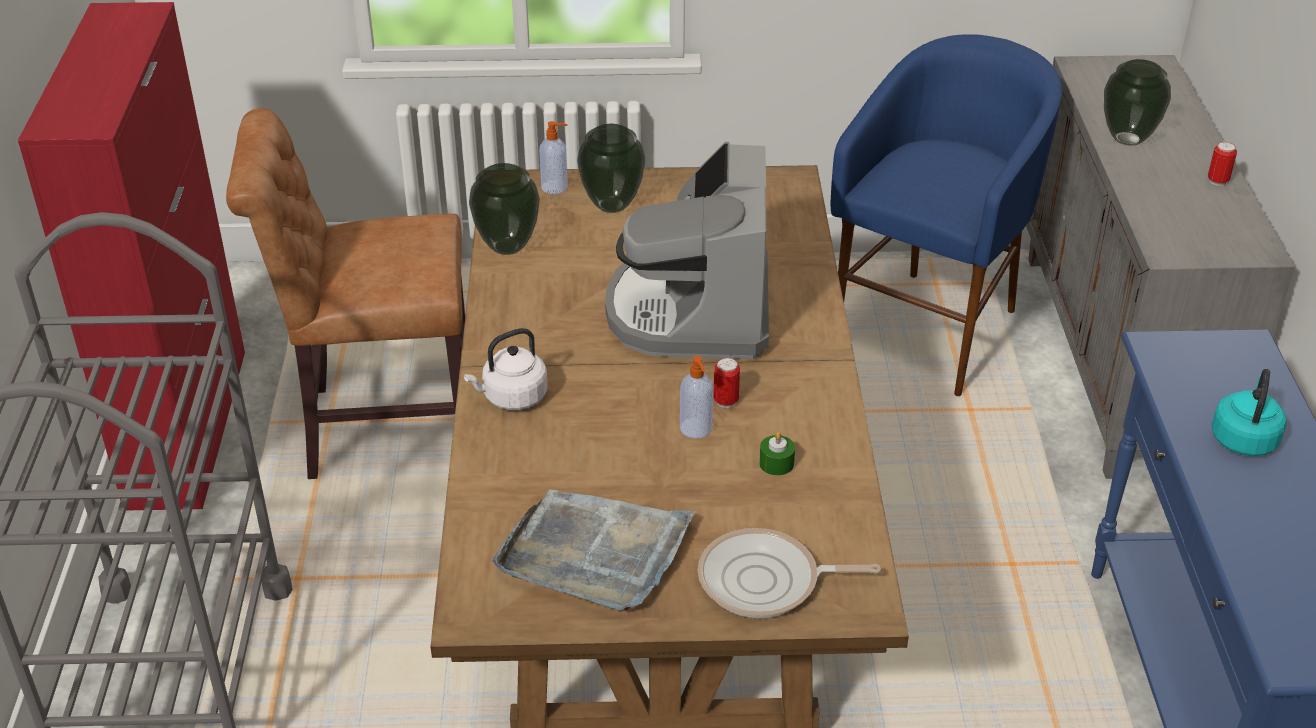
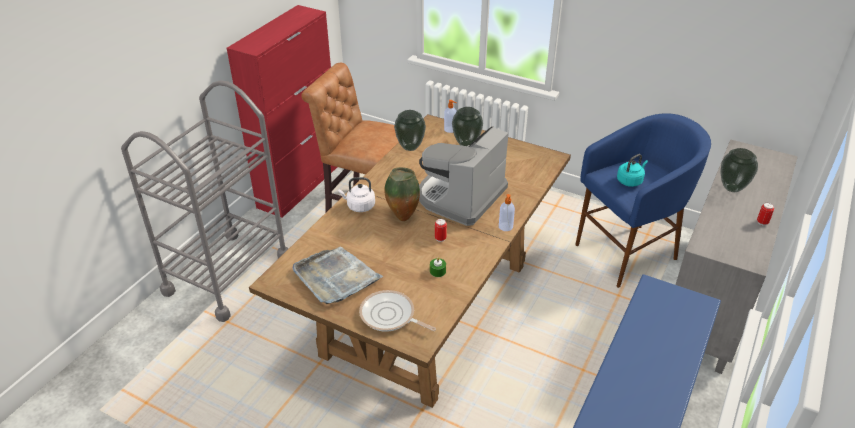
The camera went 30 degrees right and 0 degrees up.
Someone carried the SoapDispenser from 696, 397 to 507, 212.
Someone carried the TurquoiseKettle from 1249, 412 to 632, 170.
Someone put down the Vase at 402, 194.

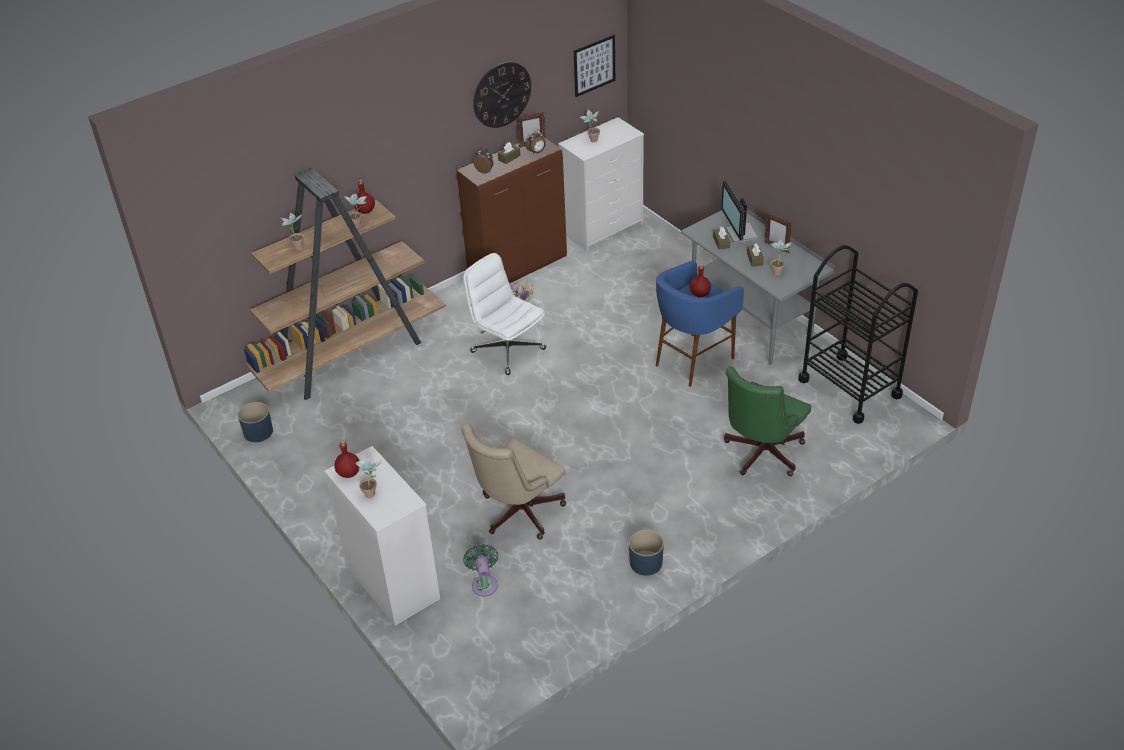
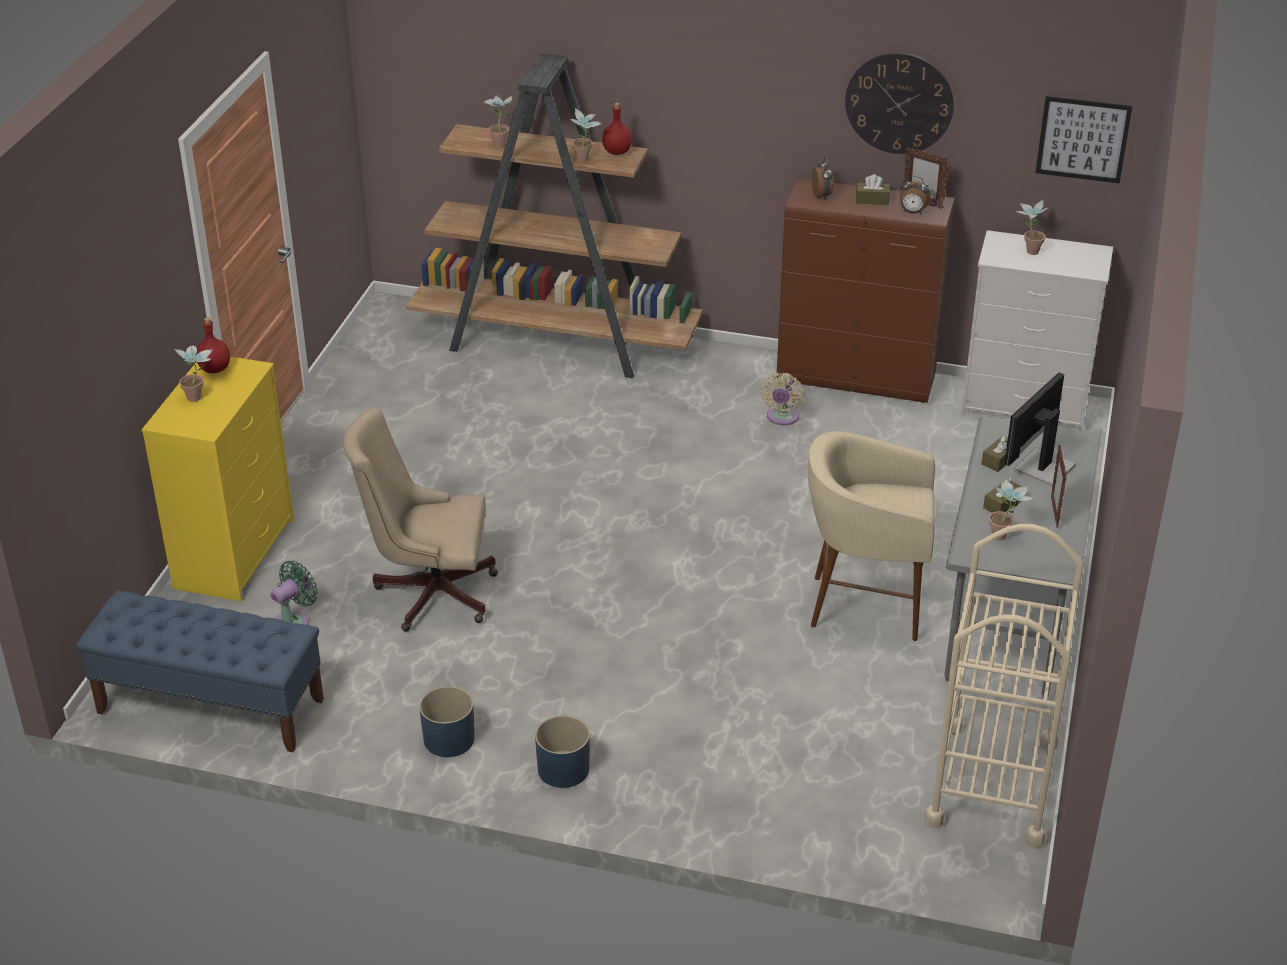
The camera went 50 degrees right and 5 degrees down.
Someone carried the BluePlanter from 255, 422 to 562, 751.
Someone repainted the WhiteDresser at 382, 536, which became the YellowDresser at 218, 479.
Someone took away the WhiteOfficeChair at 504, 314.
Someone repainted the BlueStool at 700, 324, which became the BeigeStool at 871, 536.
Someone took away the RedBottle at 700, 280.
Someone took away the GreenOfficeChair at 767, 421.
Someone repainted the BlackCart at 858, 334, which became the BeigeCart at 1004, 686.
Someone put down the BlueBench at 200, 671.

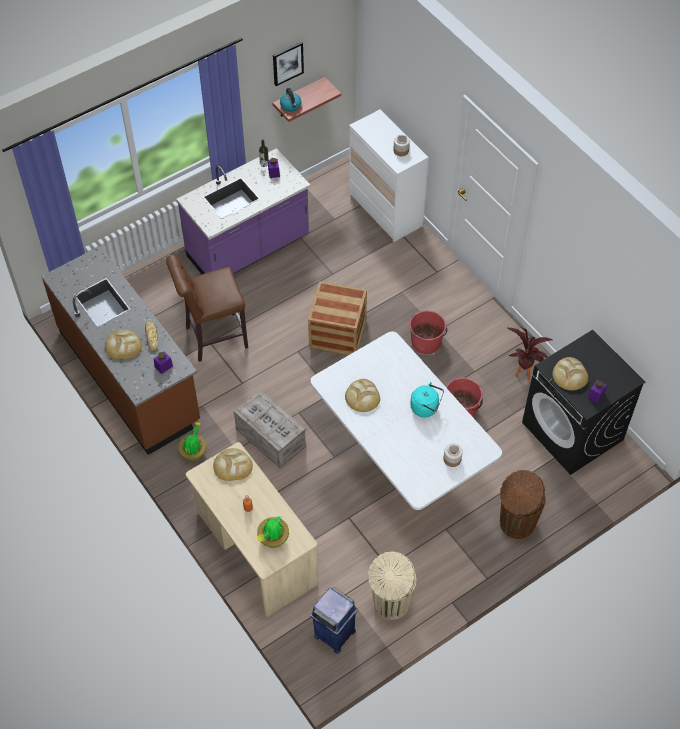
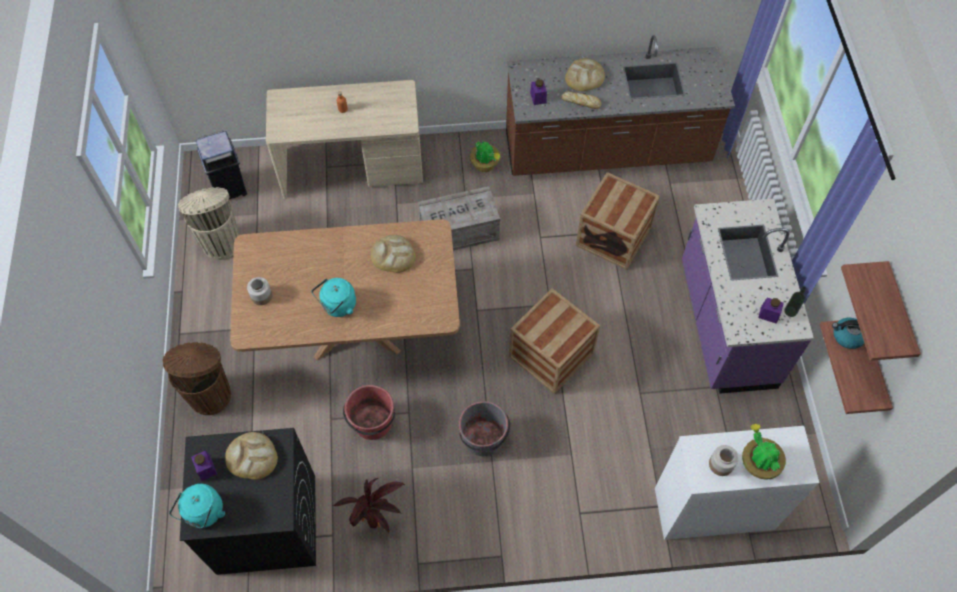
The camera went 120 degrees right and 5 degrees up.
Someone swapped the BrownStool at 207, 308 for the Crate at 618, 221.
Someone took away the Bread at 233, 464.
Someone carried the PottedPlant from 273, 532 to 764, 452.
Someone swapped the Picture at 288, 63 for the Shelf at 881, 311.
Someone repainted the WhiteDiningTable at 406, 420, which became the BrownDiningTable at 345, 289.
Someone repainted the RedBucket at 428, 332, which became the GreyBucket at 484, 428.
Someone put down the TurquoiseKettle at 197, 506.

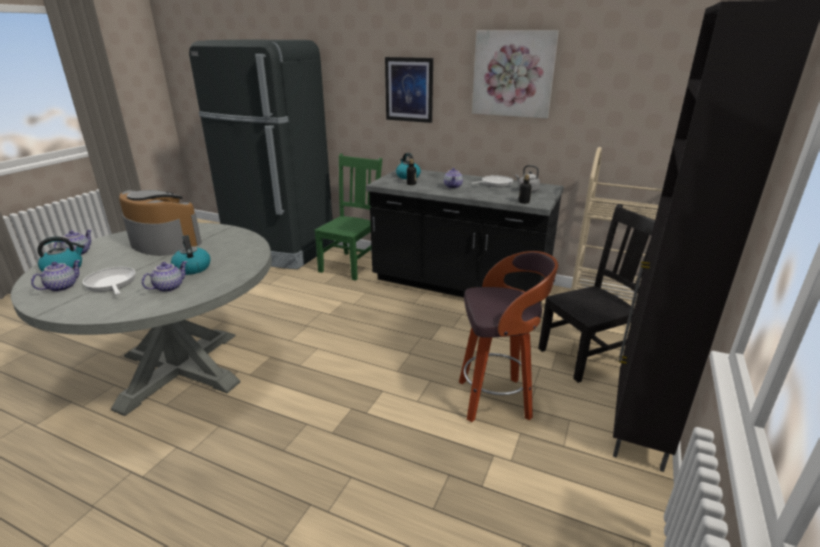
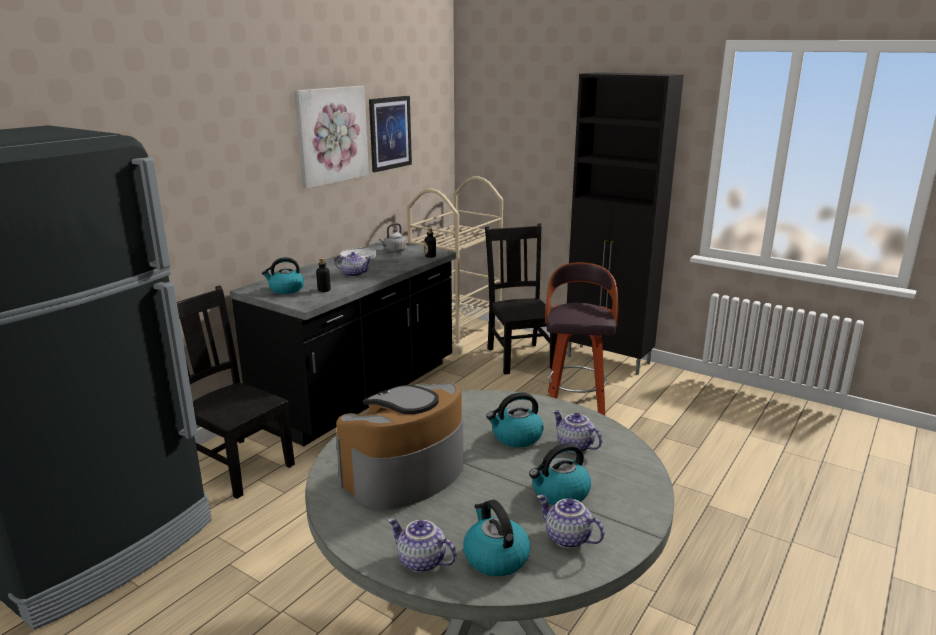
The camera went 80 degrees left and 5 degrees down.
Someone swapped the FryingPan at 109, 281 for the Kettle at 560, 474.
Someone repainted the GreenChair at 348, 217, which became the BlackChair at 236, 392.
Someone carried the Picture from 409, 90 to 390, 134.

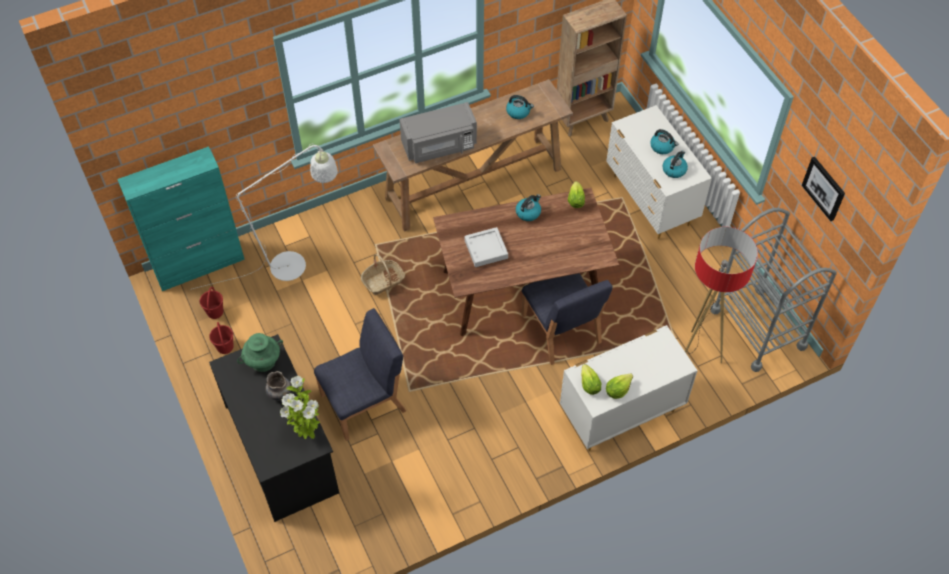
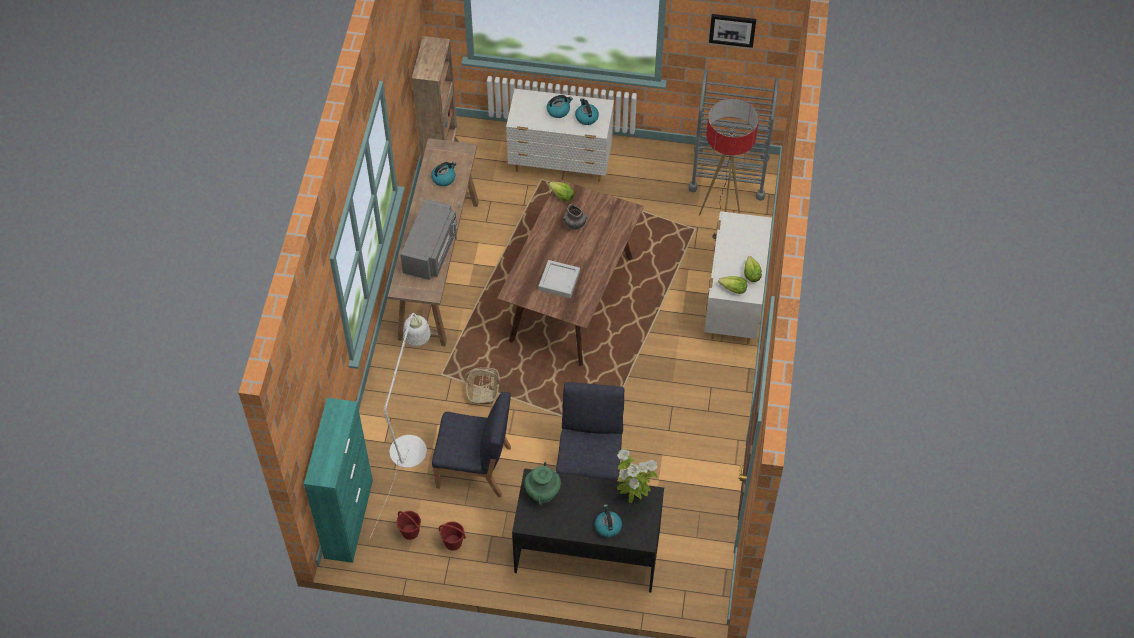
The camera went 55 degrees left and 0 degrees up.
Someone carried the GreyVase from 278, 386 to 575, 217.
Someone carried the Kettle from 528, 207 to 608, 520.
Someone carried the BlueChair from 567, 319 to 471, 444.

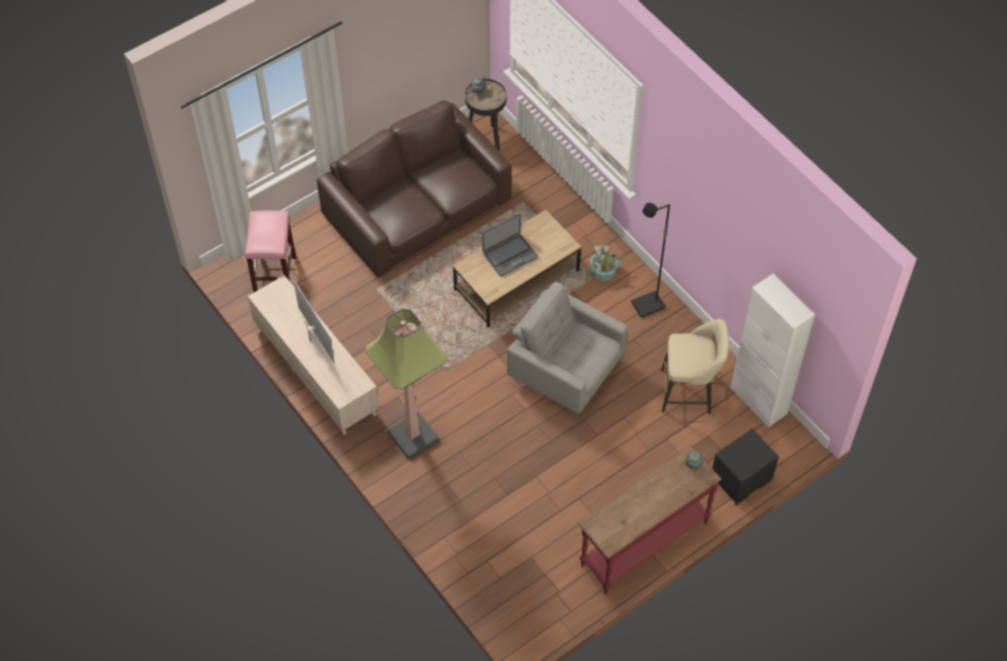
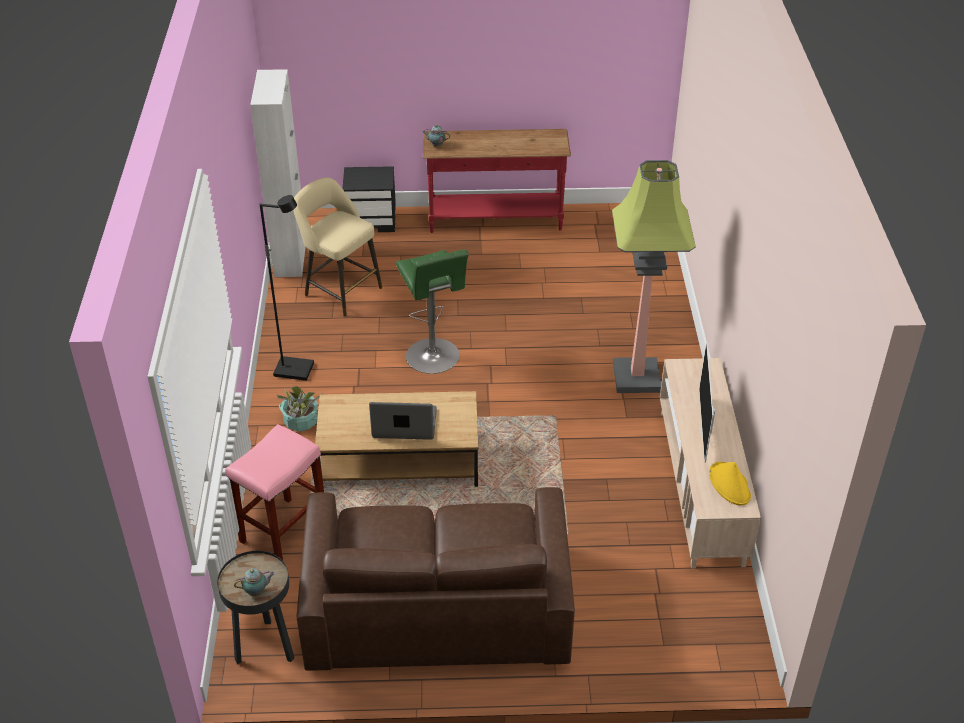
The camera went 145 degrees left and 15 degrees down.
Someone carried the PinkStool from 270, 251 to 274, 492.
Someone swapped the GreyArmchair at 567, 348 for the GreenStool at 432, 311.
Someone put down the YellowHat at 730, 483.

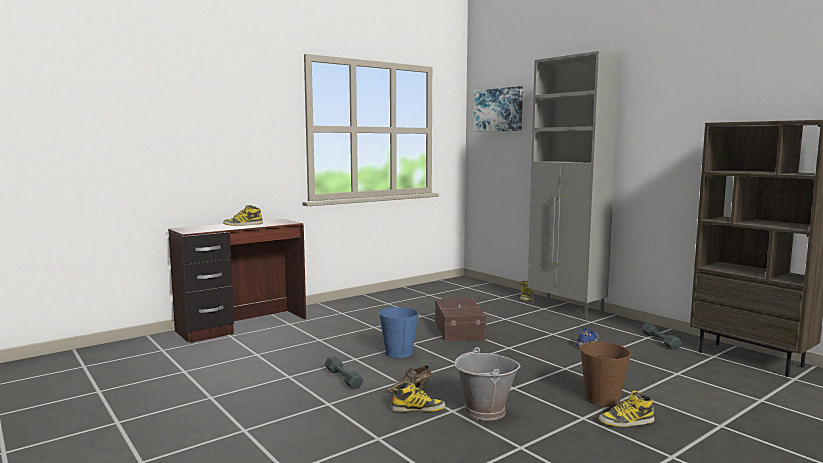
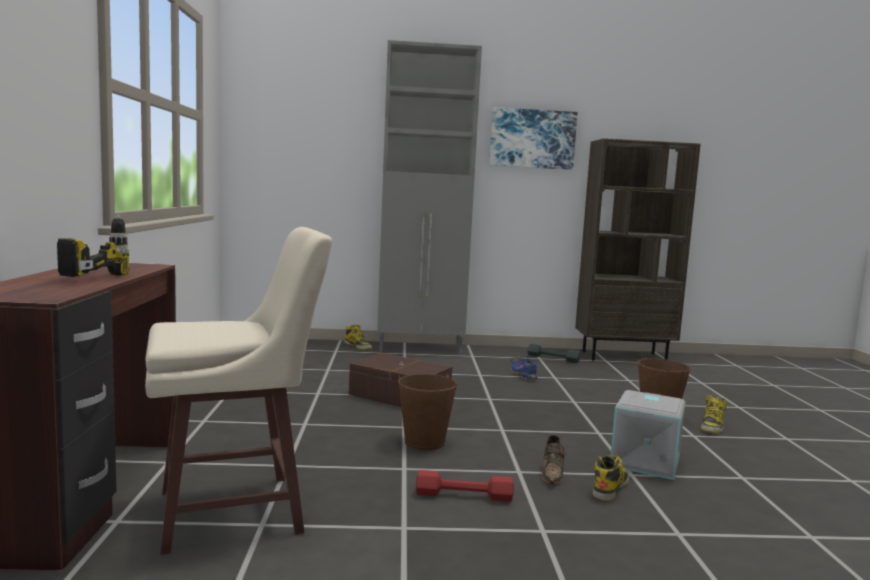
The camera went 55 degrees left and 0 degrees up.
Someone swapped the Boot at 243, 215 for the PowerDrill at 93, 245.
Someone repainted the GreyDumbbell at 344, 372, which became the RedDumbbell at 465, 486.
Someone repainted the BlueBucket at 399, 331, which became the BrownBucket at 427, 412.
Someone swapped the GreyBucket at 487, 384 for the GreyStorageBox at 648, 435.
Someone carried the Picture from 498, 109 to 533, 138.
Someone put down the BeigeStool at 238, 391.

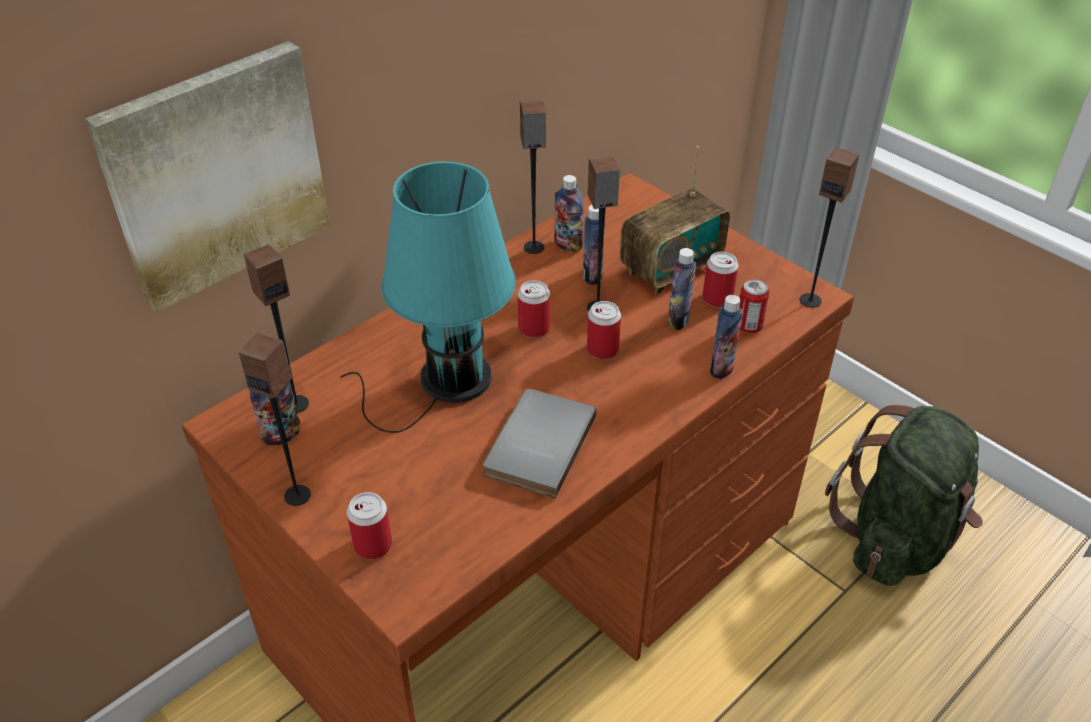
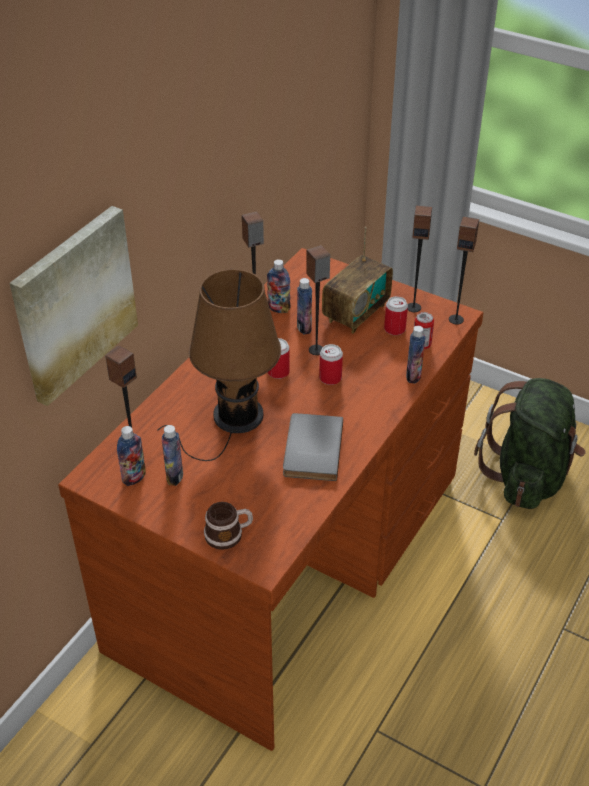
The camera went 15 degrees left and 0 degrees up.
Someone carried the Speaker from 275, 419 to 420, 258.
Someone repainted the TurquoiseTableLamp at 428, 297, which became the BrownTableLamp at 219, 365.
Someone swapped the Can at 369, 525 for the Mug at 228, 526.
Someone carried the Bottle from 682, 289 to 172, 455.

